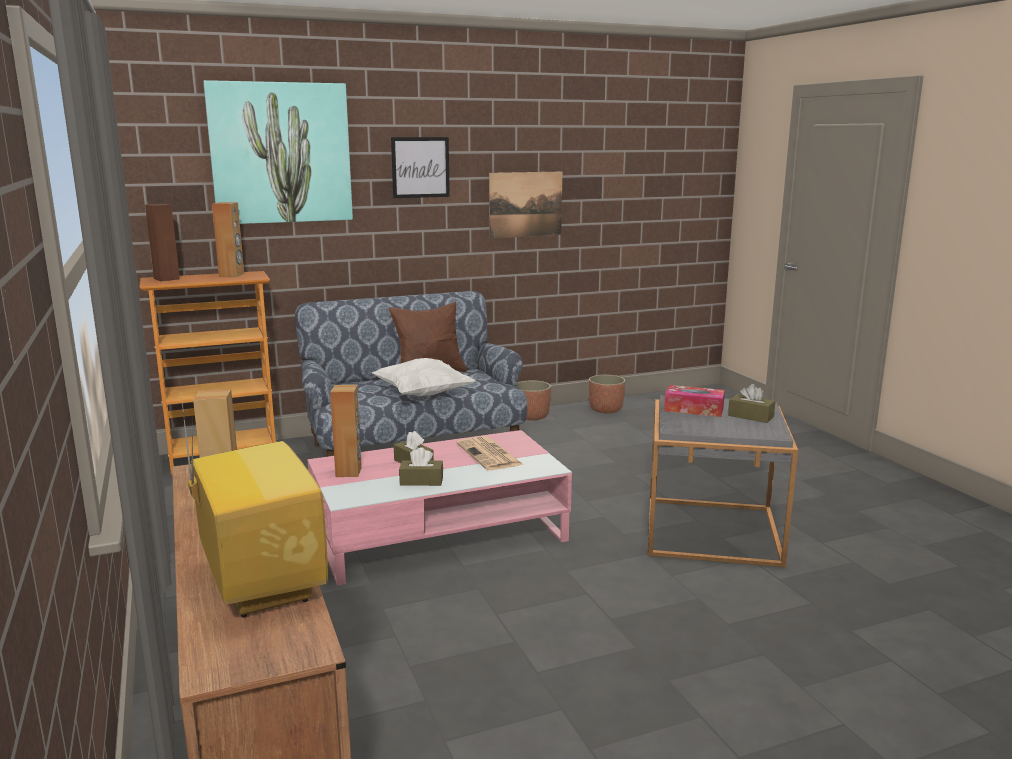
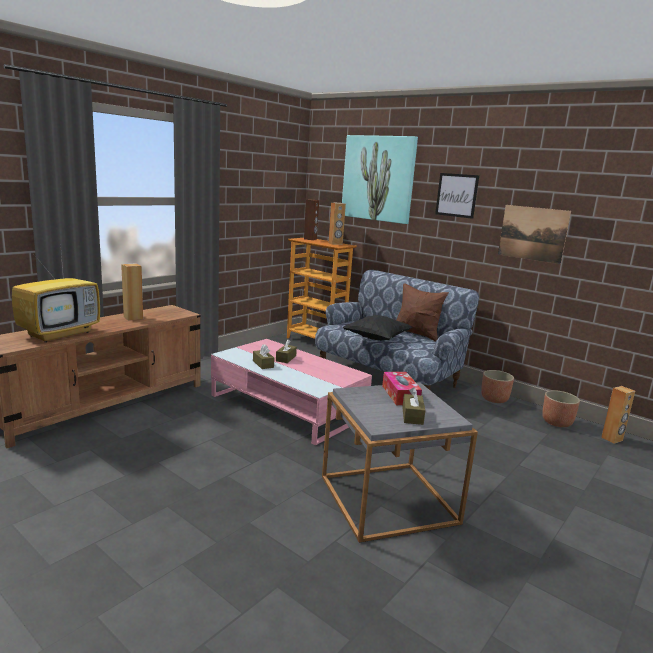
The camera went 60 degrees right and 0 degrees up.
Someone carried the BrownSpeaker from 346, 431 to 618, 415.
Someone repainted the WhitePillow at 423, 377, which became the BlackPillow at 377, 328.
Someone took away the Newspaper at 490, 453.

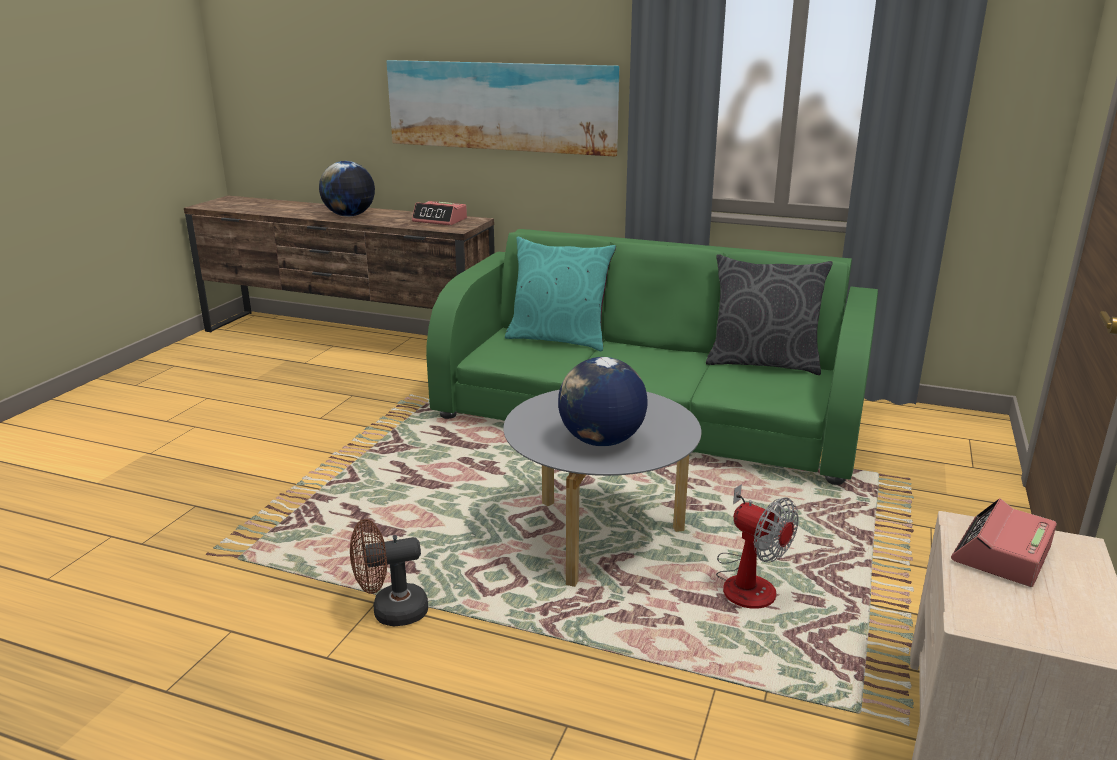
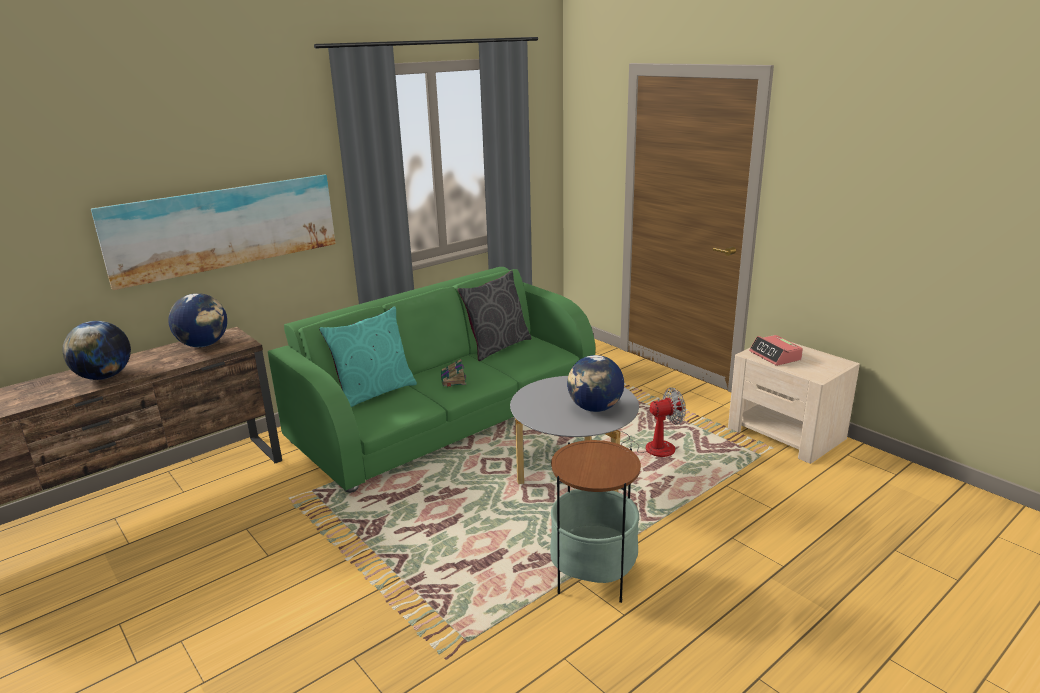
The camera went 60 degrees left and 0 degrees up.
Someone swapped the BrownFan at 389, 572 for the SideTable at 595, 521.
Someone swapped the AlarmClock at 439, 213 for the Globe at 197, 320.
Someone put down the Book at 453, 373.

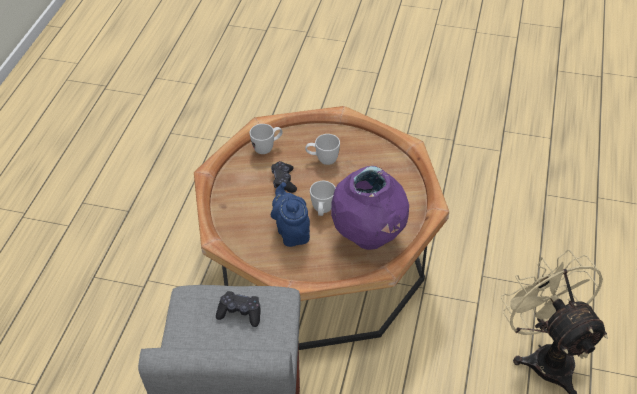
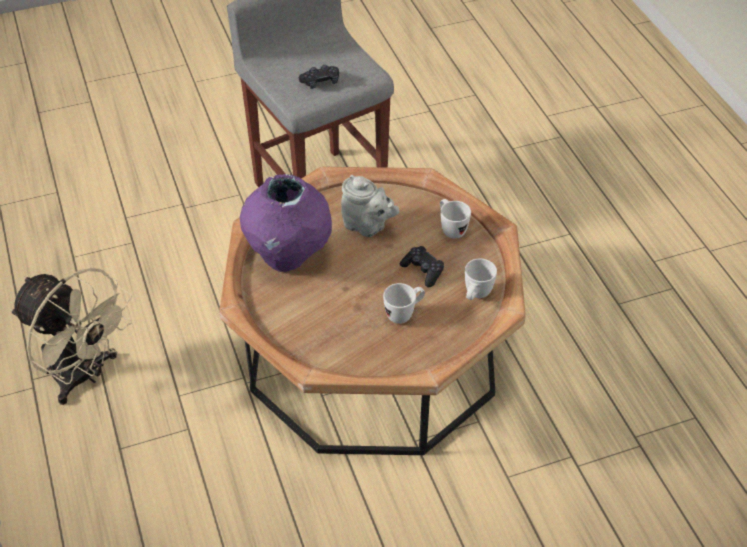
The camera went 145 degrees right and 0 degrees up.
Someone repainted the BlueTeapot at 290, 214, which became the GreyTeapot at 370, 206.
Someone carried the WhiteMug from 323, 198 to 455, 219.

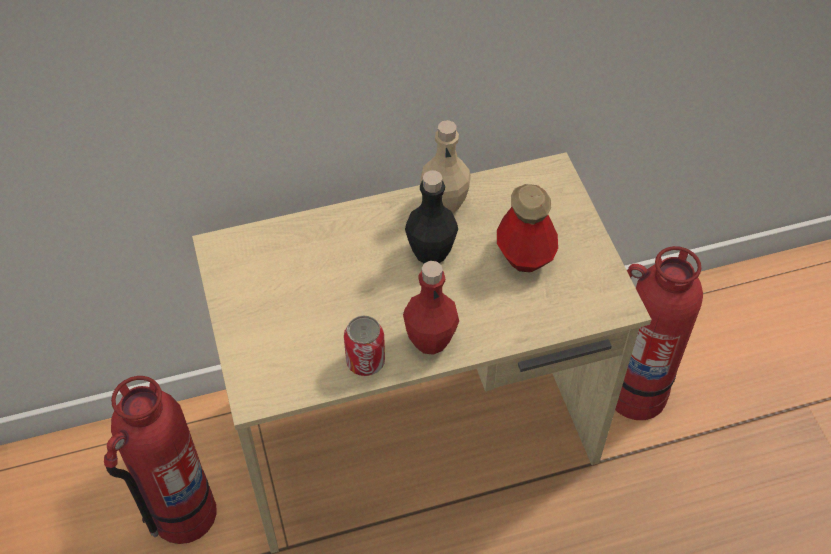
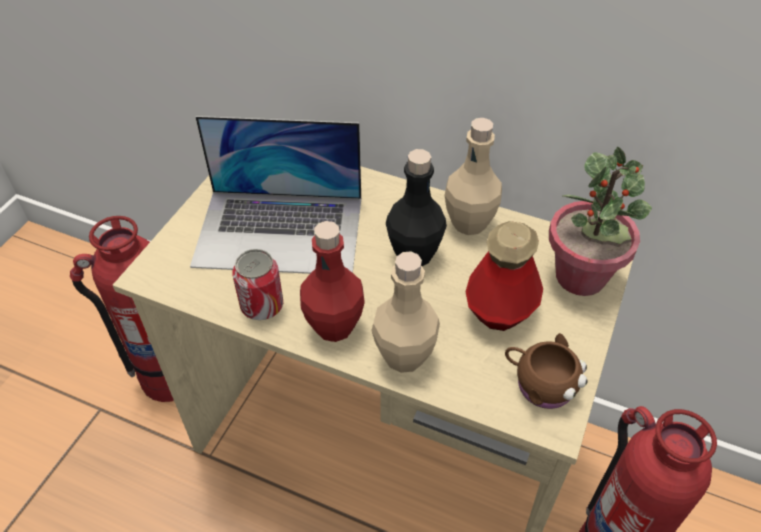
The camera went 40 degrees right and 5 degrees down.
Someone put down the Laptop at 275, 195.
Someone put down the BeigeBottle at 405, 312.
Someone put down the BrownMug at 546, 371.
Someone put down the PottedPlant at 600, 221.

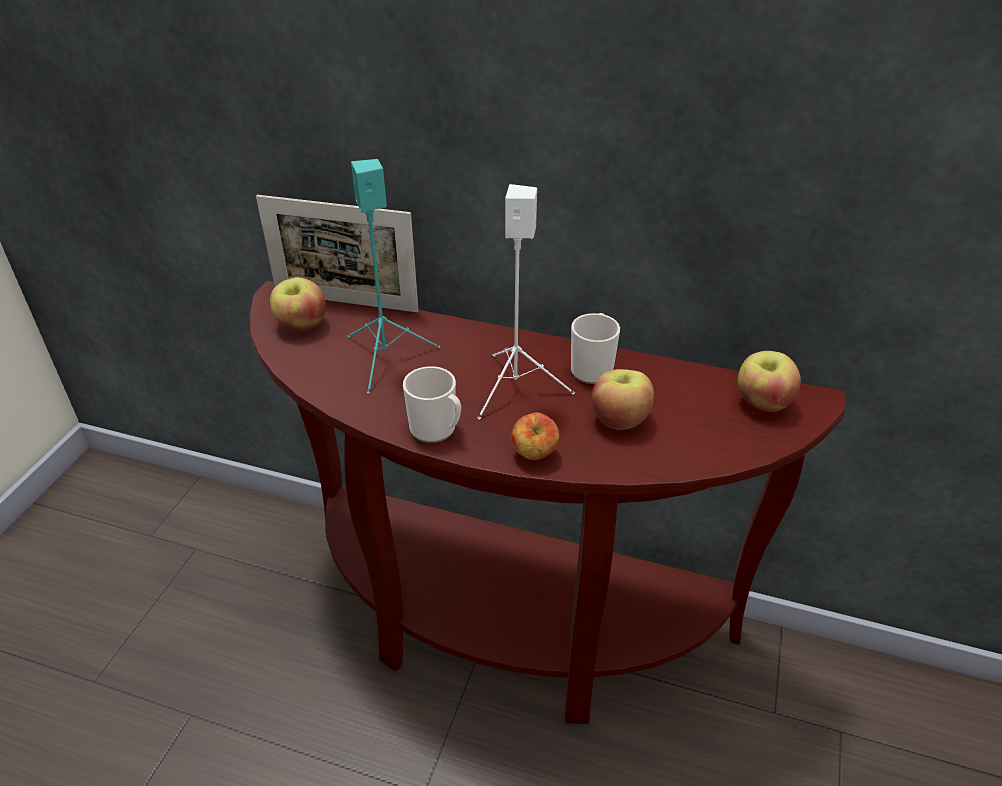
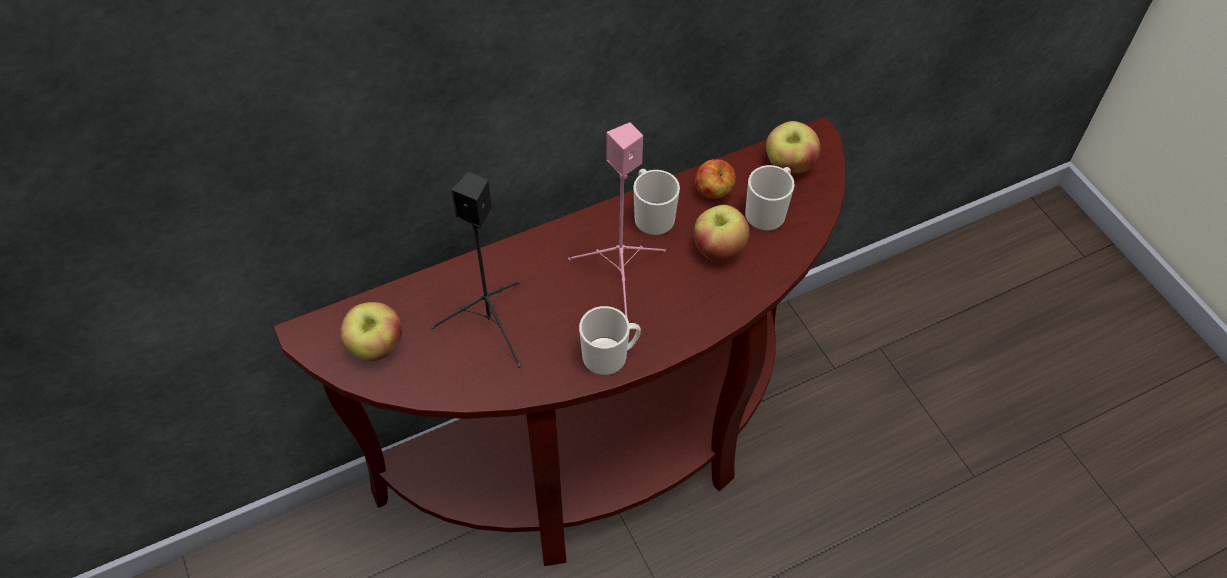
The camera went 45 degrees left and 15 degrees up.
Someone took away the PictureFrame at 337, 253.
Someone repainted the TurquoiseSpeaker at 393, 276, which became the BlackSpeaker at 476, 270.
Someone repainted the WhiteSpeaker at 526, 302, which became the PinkSpeaker at 617, 219.
Someone carried the Apple from 535, 436 to 715, 179.
Someone put down the Mug at 770, 198.

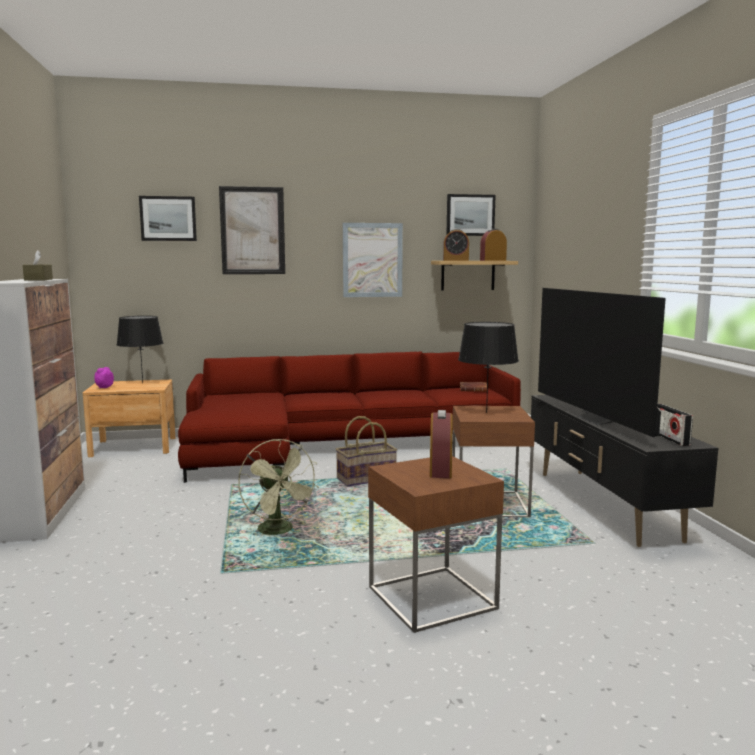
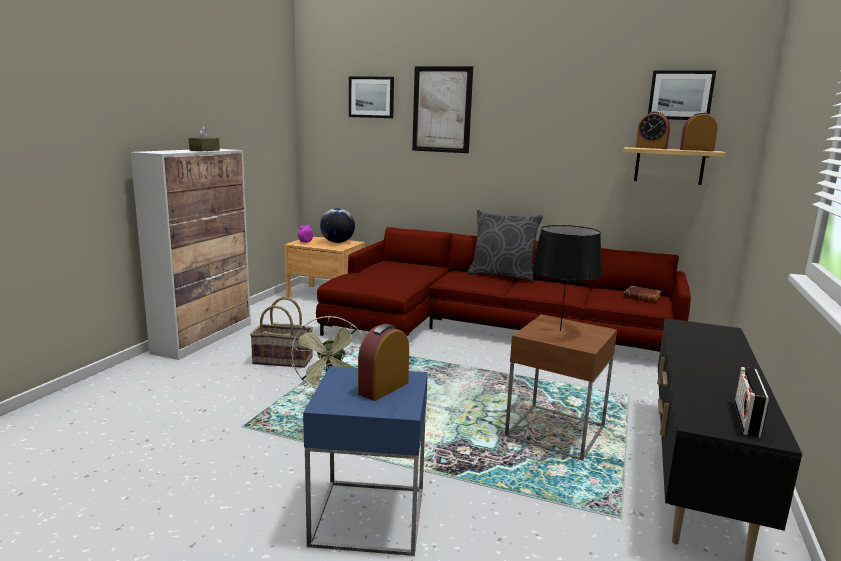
The camera went 30 degrees right and 5 degrees up.
Someone swapped the BlackTableLamp at 140, 350 for the Globe at 337, 225.
Someone carried the Basket from 366, 451 to 281, 332.
Someone took away the Picture at 373, 260.
Someone repainted the BrownSideTable at 436, 544, which became the BlueSideTable at 365, 461.
Someone took away the Television at 602, 362.
Someone put down the GreyPillow at 505, 246.

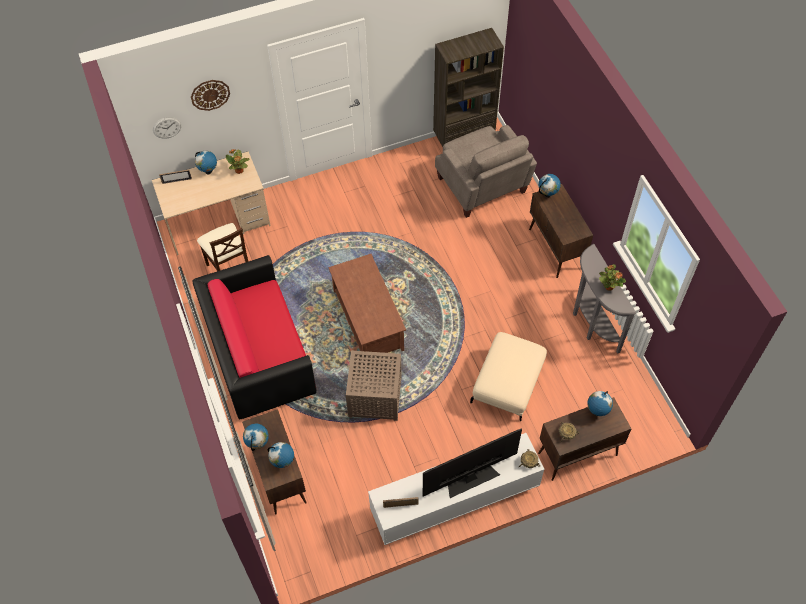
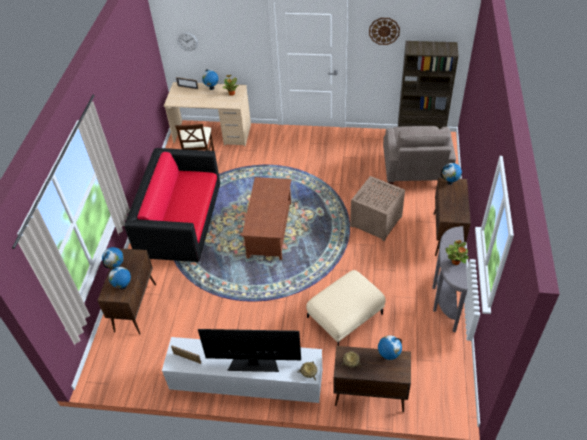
The camera went 30 degrees right and 10 degrees down.
Someone carried the WallClock from 210, 95 to 384, 31.
Someone carried the BrownSideTable from 374, 386 to 377, 208.

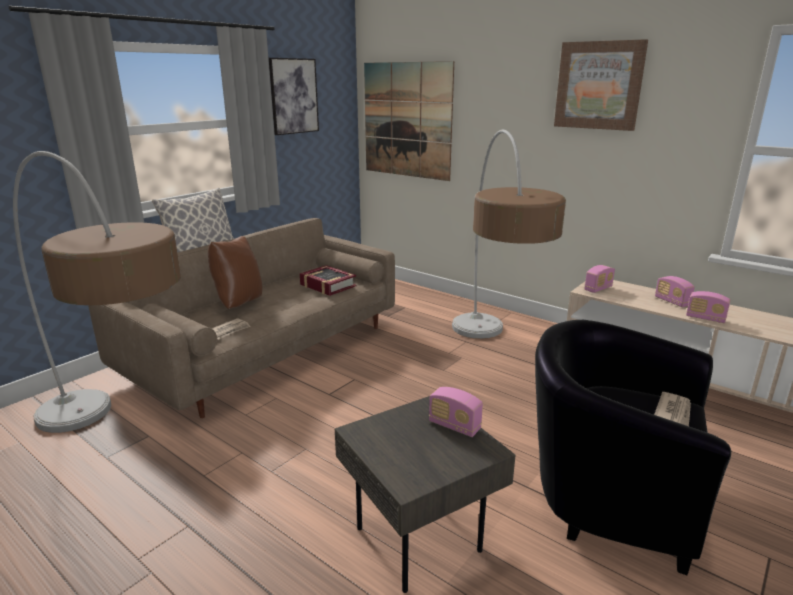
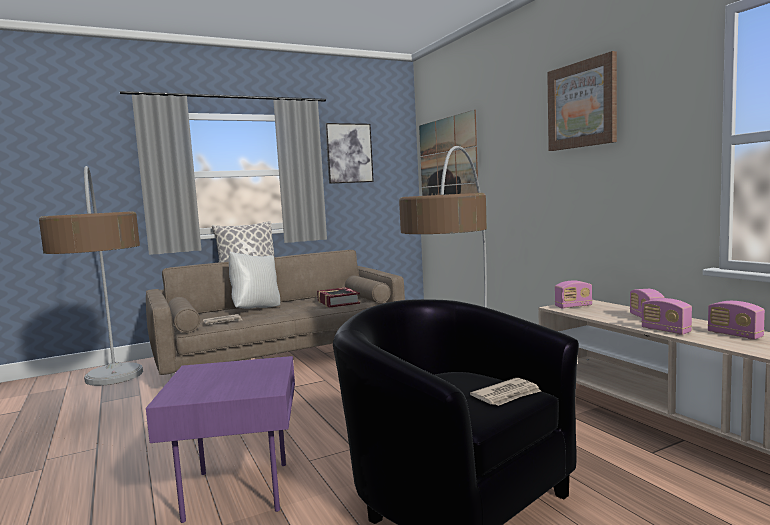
The camera went 25 degrees right and 15 degrees down.
Someone repainted the BrownPillow at 235, 272, which became the WhitePillow at 254, 280.
Someone repainted the GreySideTable at 425, 494, which became the PurpleSideTable at 220, 439.
Someone carried the Radio from 456, 412 to 736, 320.

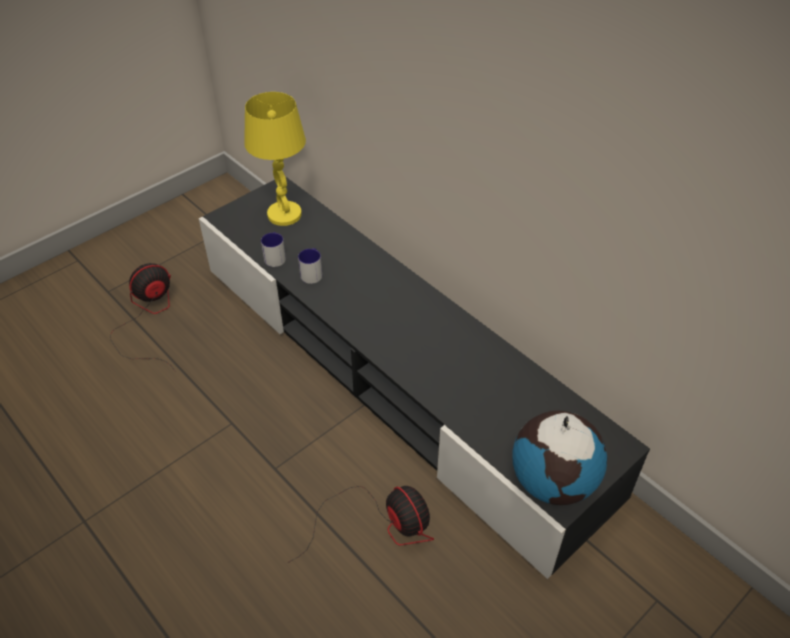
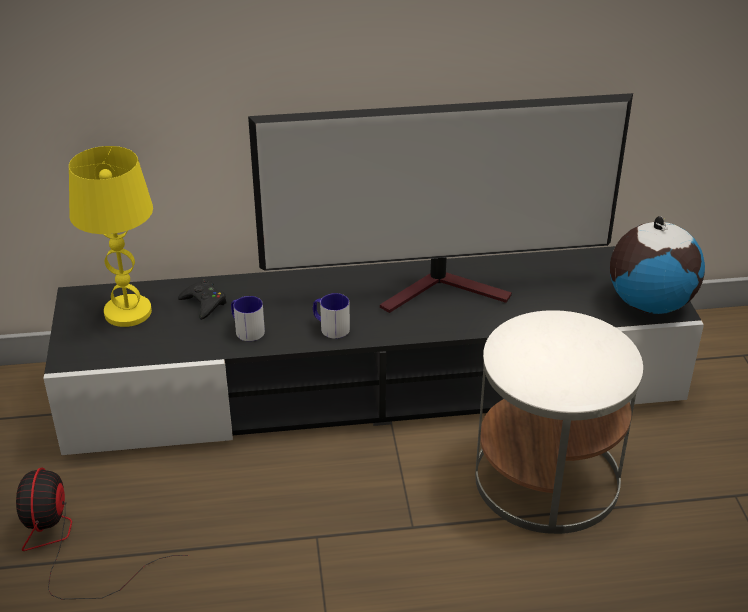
The camera went 55 degrees left and 10 degrees down.
Someone carried the Mug from 273, 249 to 331, 316.
Someone swapped the Fan at 360, 524 for the WhiteSideTable at 559, 422.
Someone put down the BlackGameController at 202, 299.
Someone put down the Television at 440, 203.

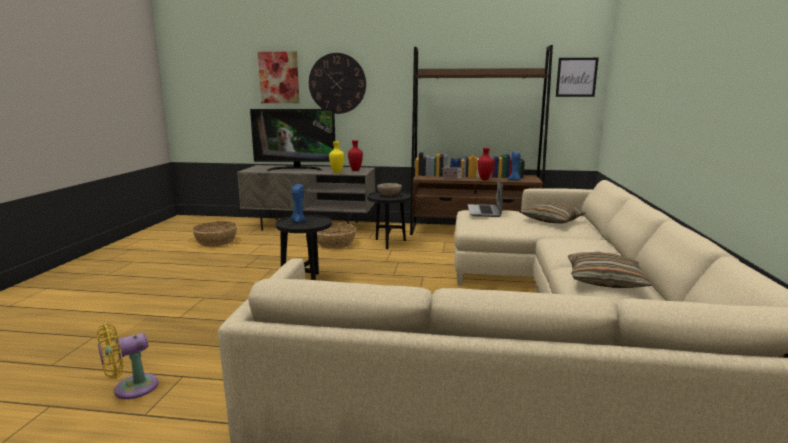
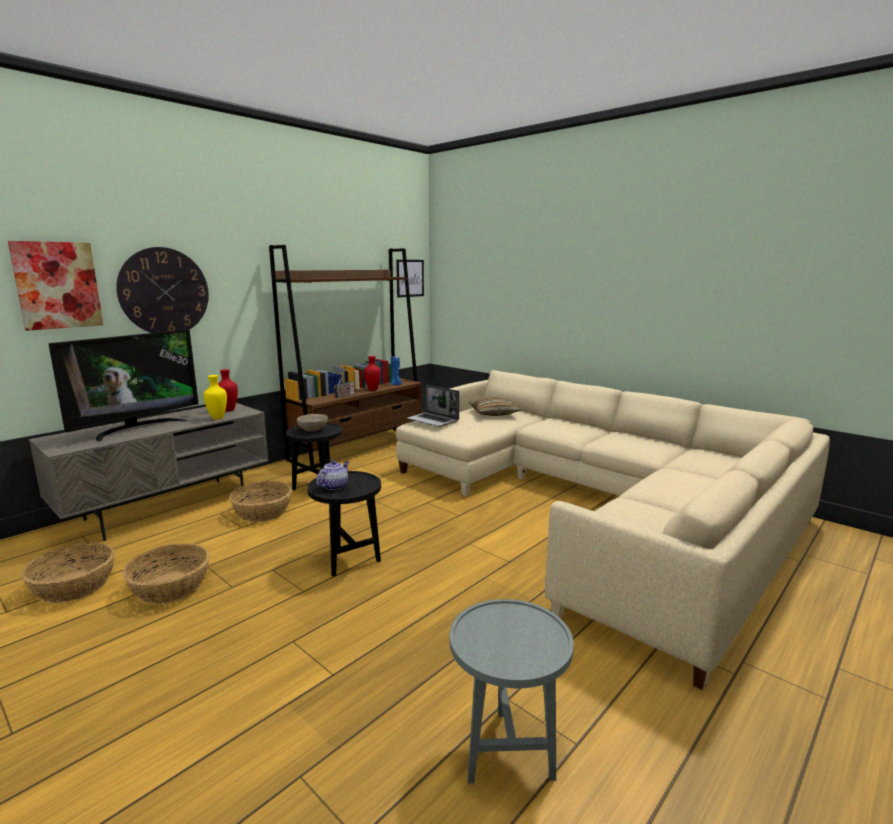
The camera went 55 degrees left and 0 degrees up.
Someone swapped the YellowFan at 128, 361 for the GreySideTable at 512, 691.
Someone swapped the BlueCandle at 298, 203 for the Teapot at 333, 475.
Someone took away the Pillow at 609, 270.
Someone put down the Basket at 166, 573.

